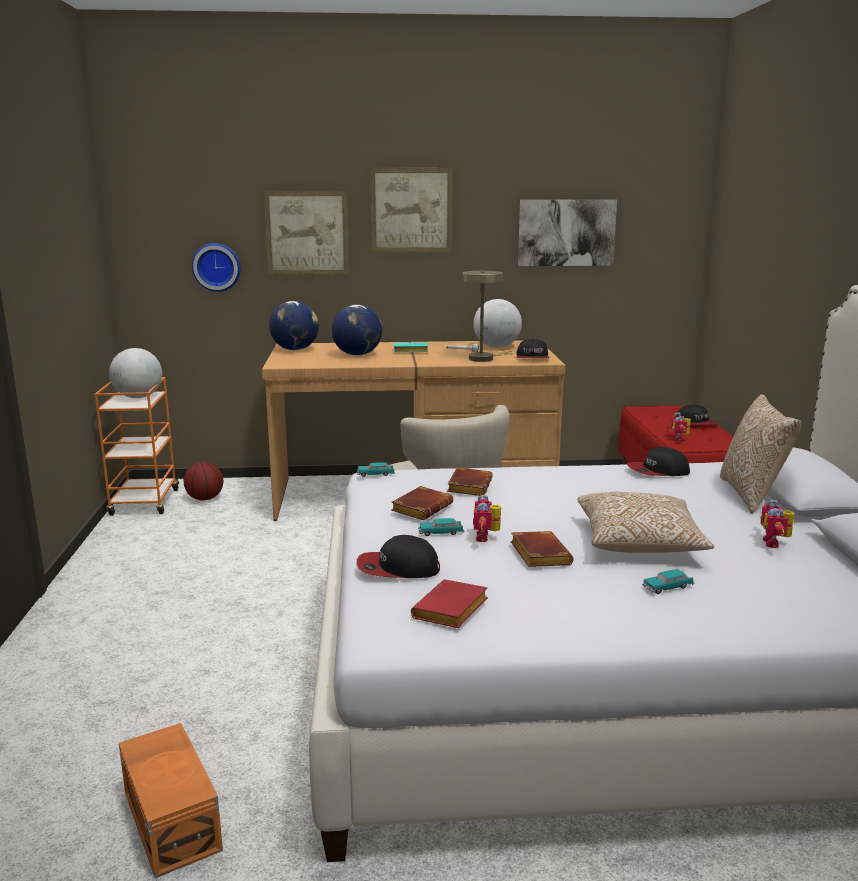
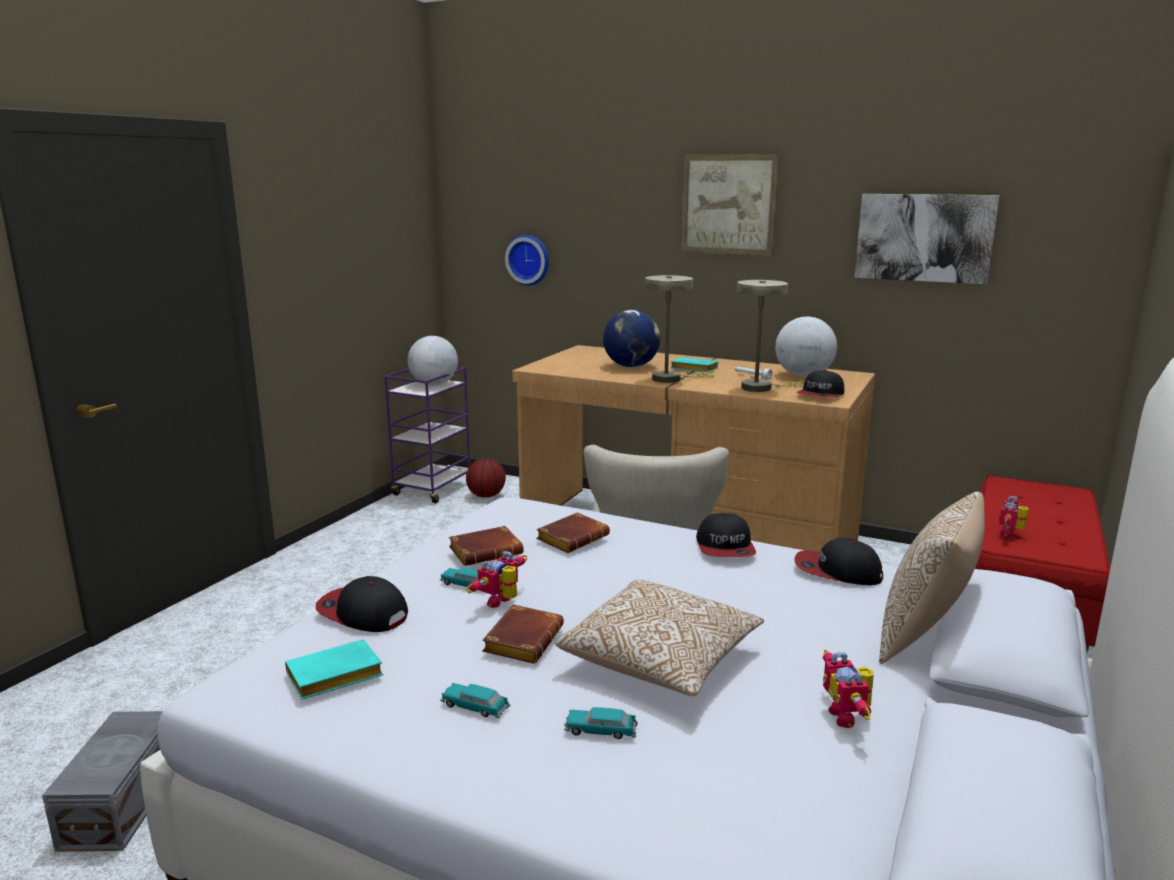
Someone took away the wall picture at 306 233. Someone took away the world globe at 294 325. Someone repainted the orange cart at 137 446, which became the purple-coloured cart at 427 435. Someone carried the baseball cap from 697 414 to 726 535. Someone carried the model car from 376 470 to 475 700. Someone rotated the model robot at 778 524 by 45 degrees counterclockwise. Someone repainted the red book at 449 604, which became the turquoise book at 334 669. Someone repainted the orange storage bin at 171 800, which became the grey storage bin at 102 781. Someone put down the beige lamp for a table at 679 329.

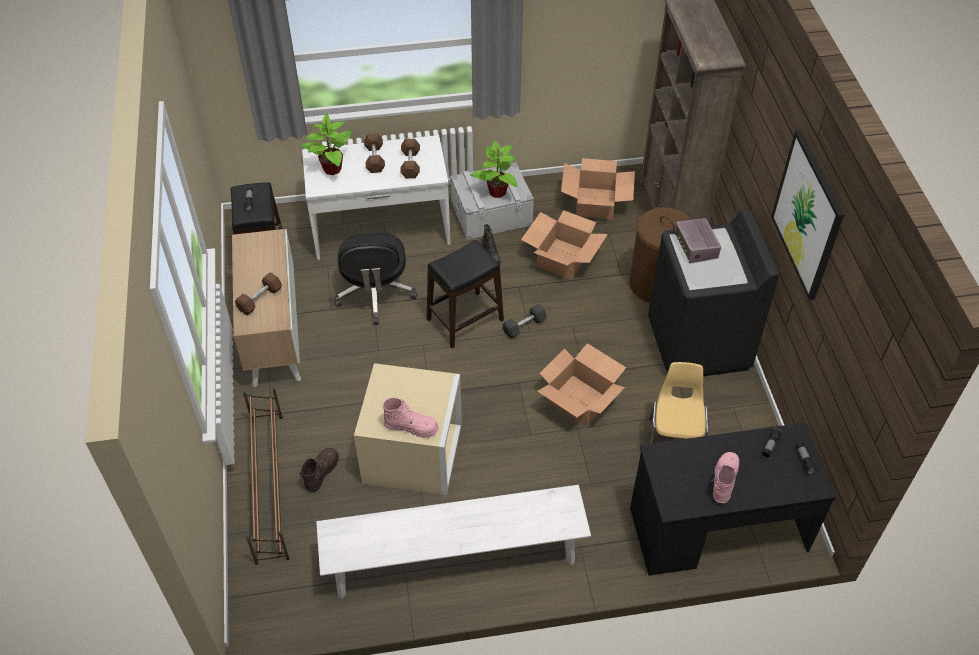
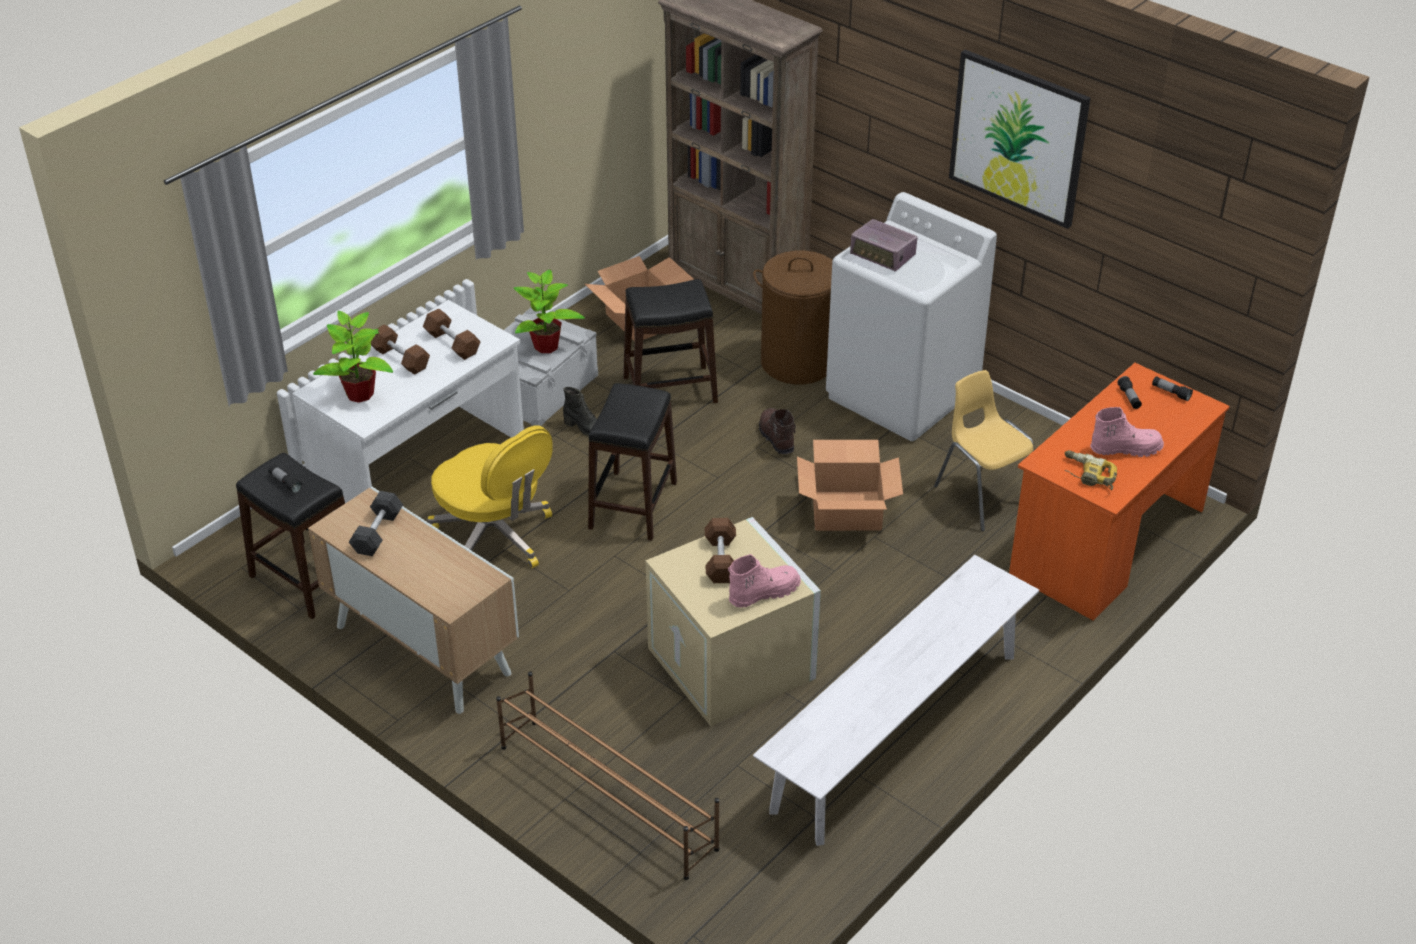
Someone repainted the blackish laundry appliance at 713 292, which became the white-coloured laundry appliance at 911 316. Someone swapped the packing box at 564 245 for the blackish stool seat at 670 341. Someone repainted the blackish computer chair at 375 279, which became the yellow-coloured computer chair at 490 496. Someone carried the brown-coloured dumbbell from 258 293 to 720 550. Someone carried the grey dumbbell from 524 321 to 376 523. Someone repainted the blackish desk unit at 733 499, which became the orange desk unit at 1119 492. Someone carried the brown-coloured high-top boot from 319 470 to 777 431. Someone rotated the pink-coloured high-top boot at 725 477 by 105 degrees clockwise. Someone put down the drill at 1091 470.

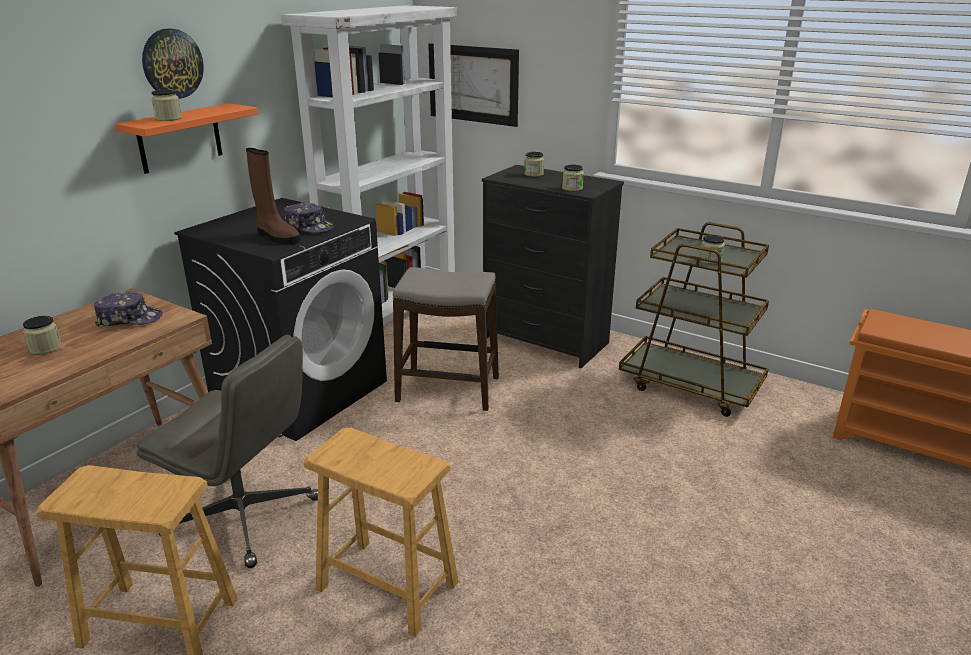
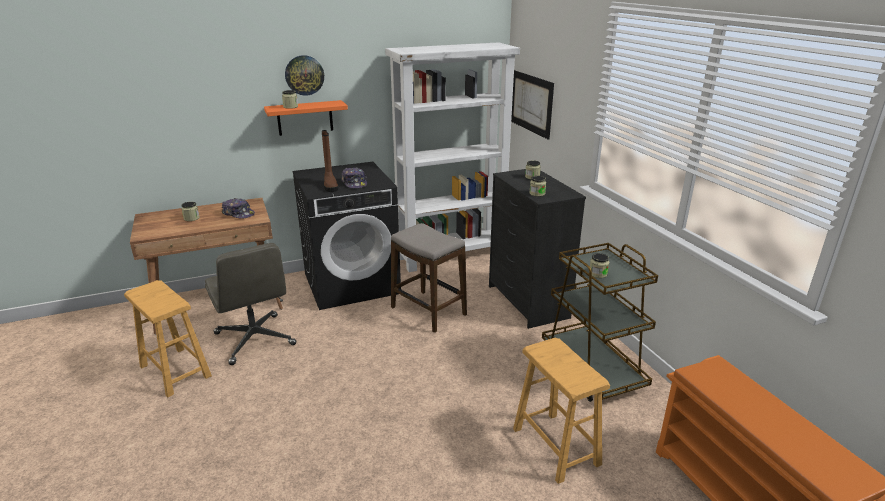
Someone carried the brown-coloured stool seat from 381 532 to 561 411.

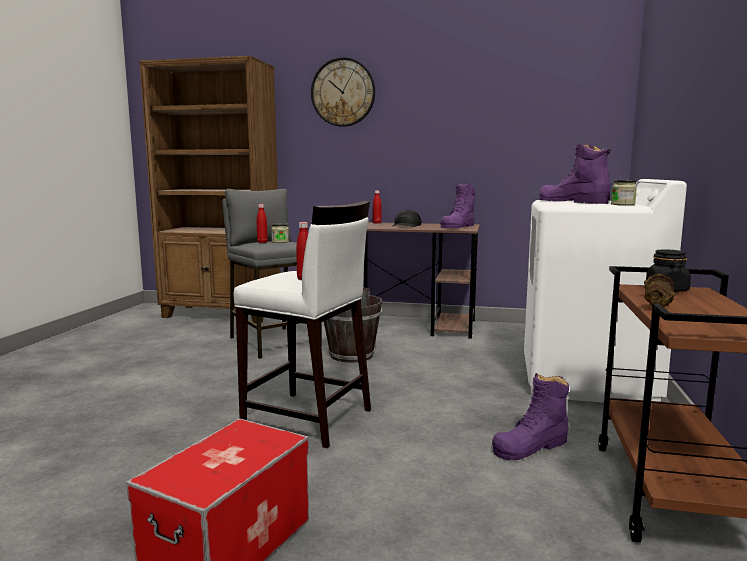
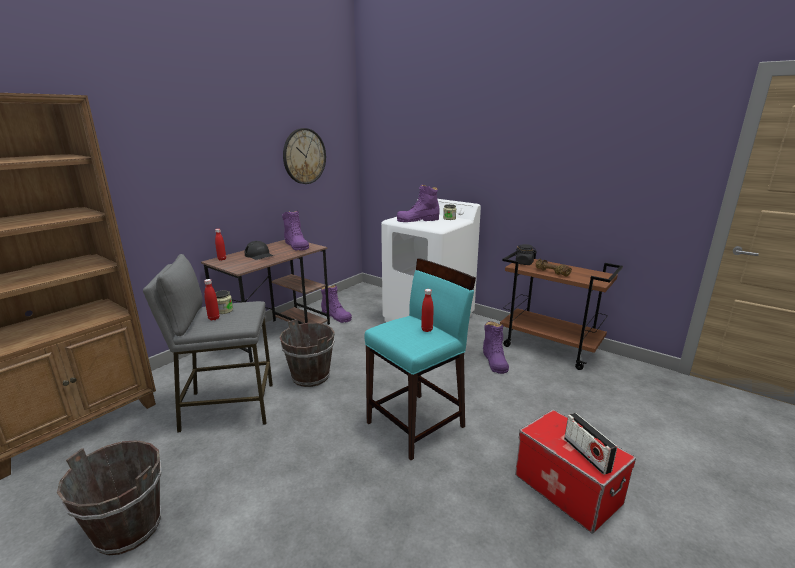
Someone carried the wall clock from 343 92 to 304 156. Someone repainted the white-coloured stool seat at 302 324, which became the turquoise stool seat at 420 359. Someone put down the purple-coloured high-top boot at 336 304. Someone put down the radio receiver at 590 444. Someone put down the brown-coloured bucket at 109 497.

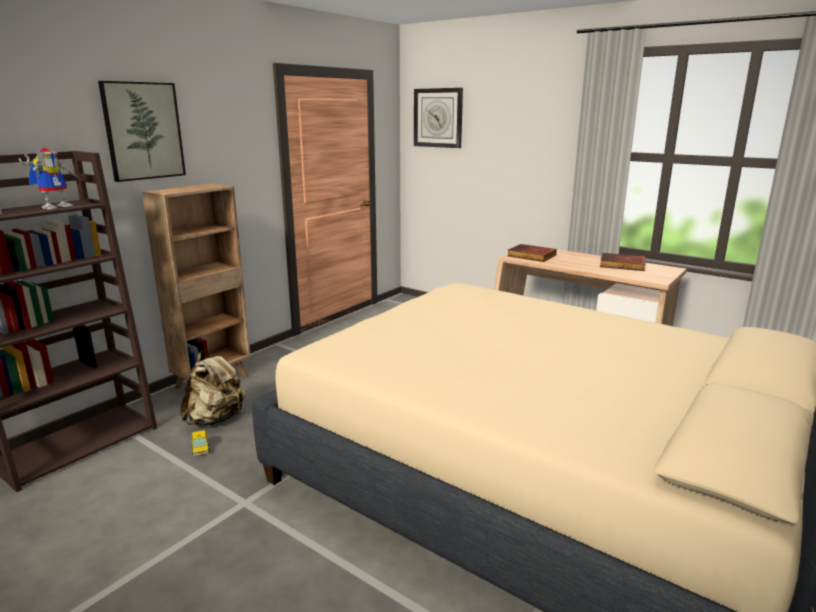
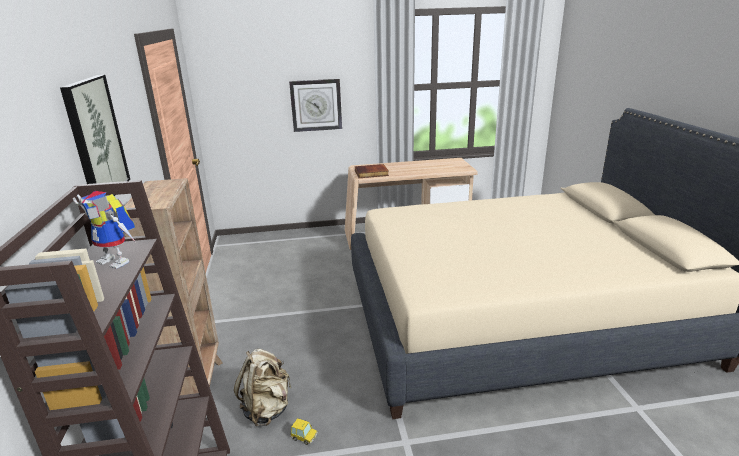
Someone carried the wall clock from 438 118 to 315 105. Someone rotated the model robot at 50 178 by 135 degrees clockwise. Someone took away the book at 623 262.

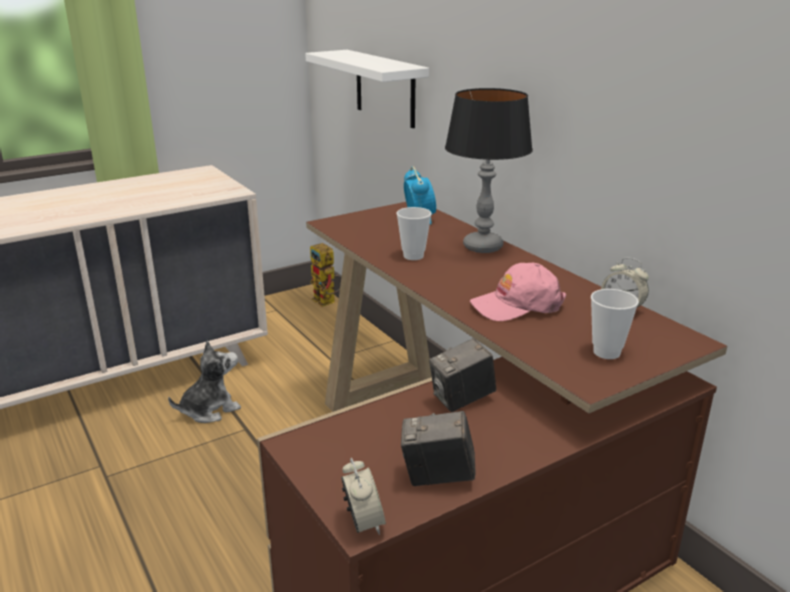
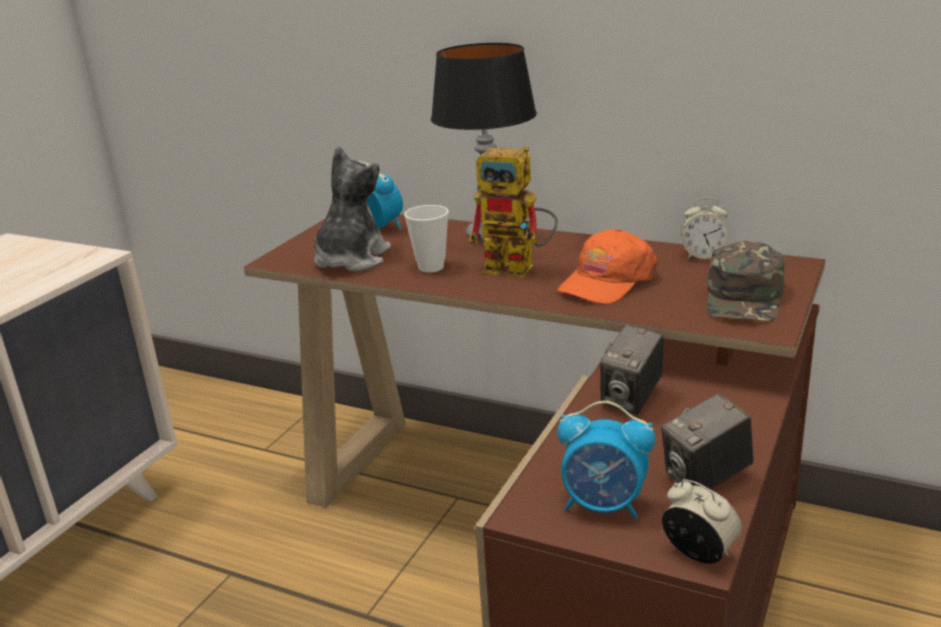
Someone took away the white-coloured wall shelf at 367 89. Someone carried the model robot from 326 275 to 513 212. Someone repainted the pink-coloured baseball cap at 518 291, which became the orange baseball cap at 607 266. Someone swapped the small cup at 615 324 for the green-coloured baseball cap at 745 281. Someone carried the soft toy from 204 381 to 352 209. Someone put down the table clock at 606 460.

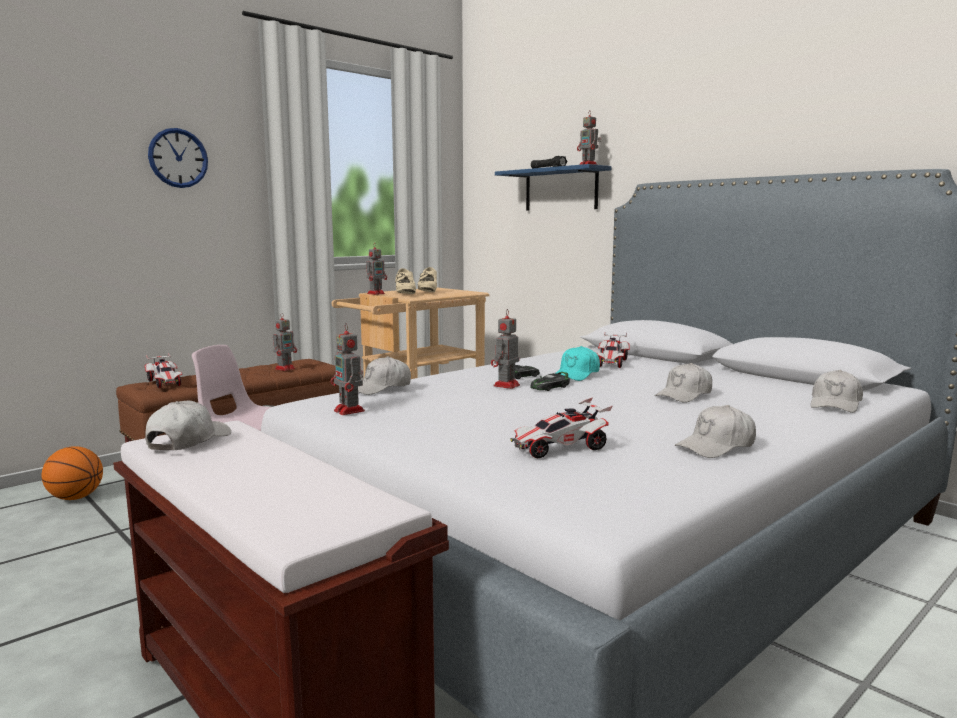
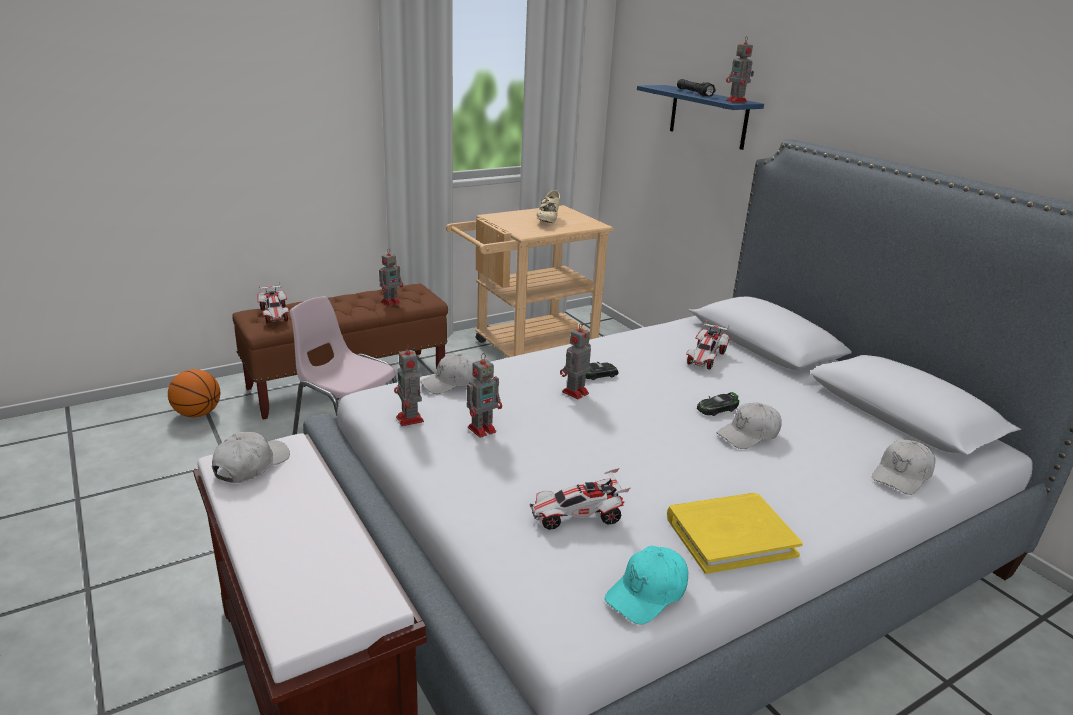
Someone took away the wall clock at 178 158. Someone carried the model robot from 376 269 to 484 395. Someone took away the beige item of footwear at 405 281. Someone carried the turquoise baseball cap from 578 363 to 646 585. Someone carried the model car from 550 381 to 718 404. Someone swapped the white-coloured baseball cap at 715 431 for the yellow-coloured book at 735 533.

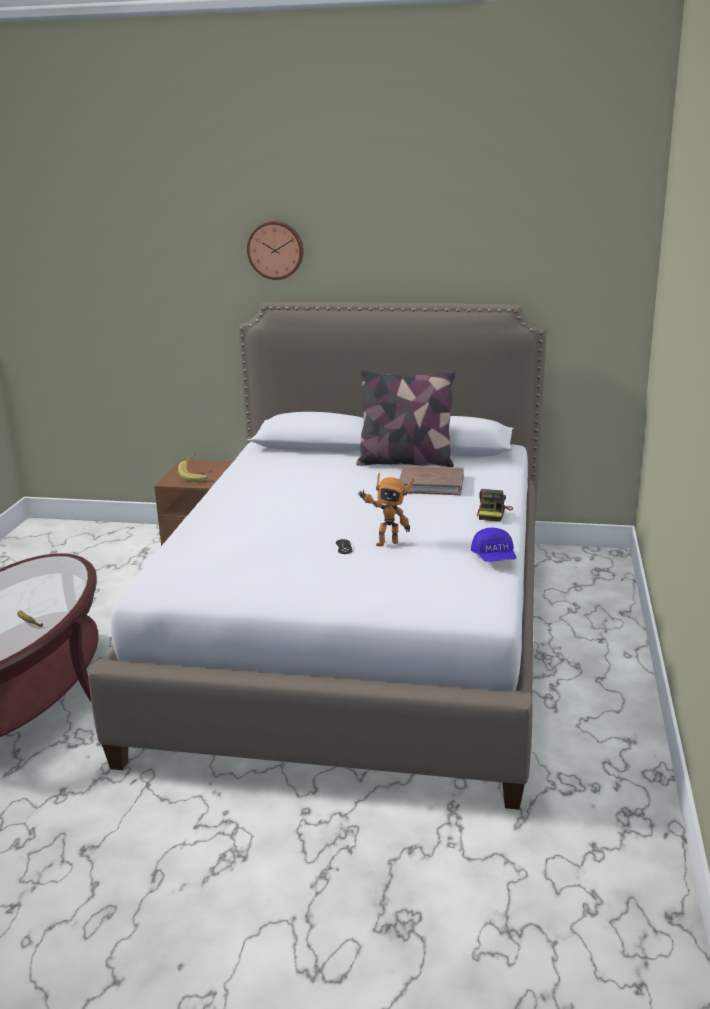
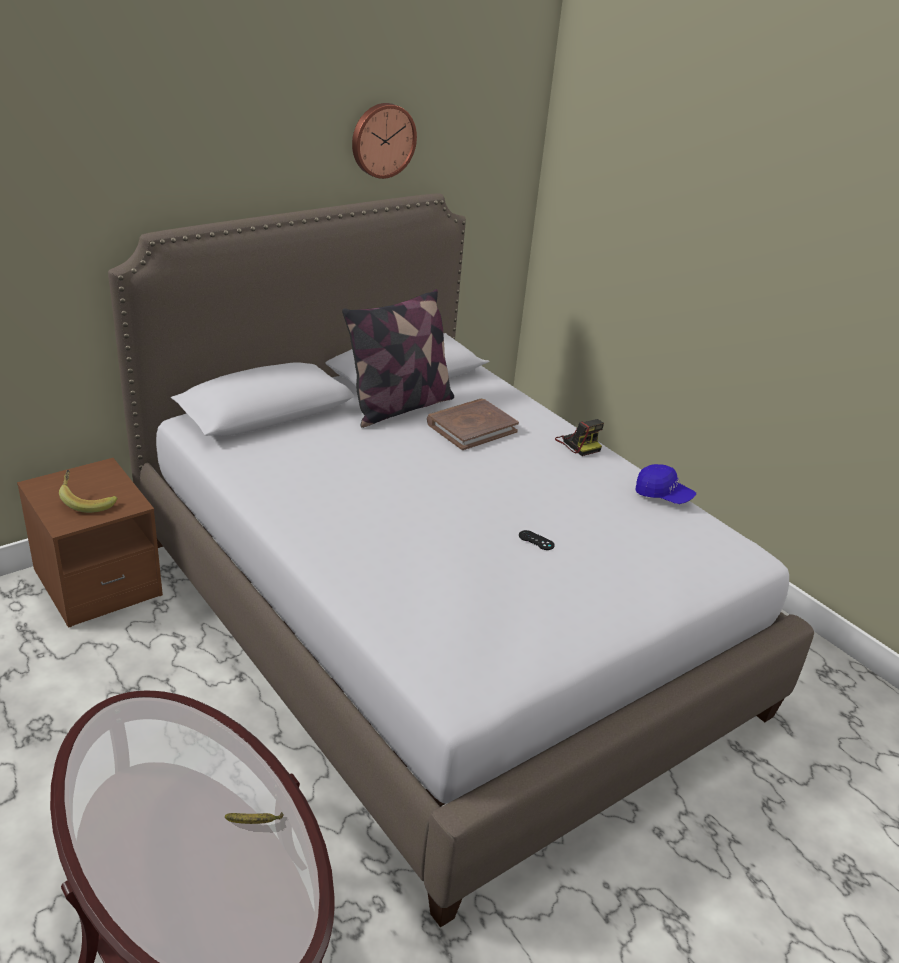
Someone carried the wall clock from 275 250 to 384 141. Someone took away the model robot at 386 509.

